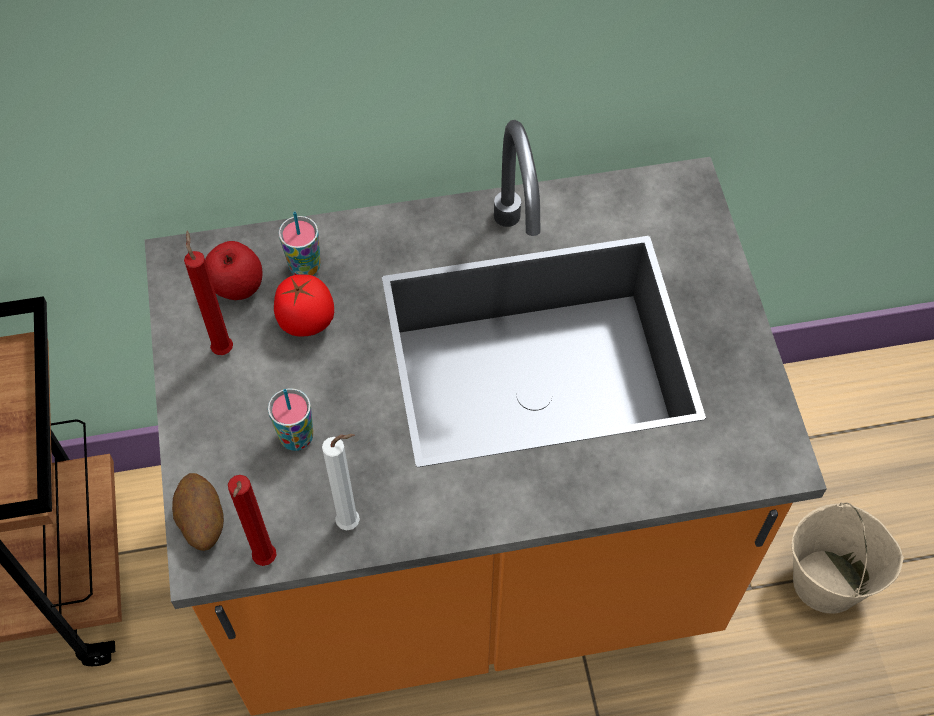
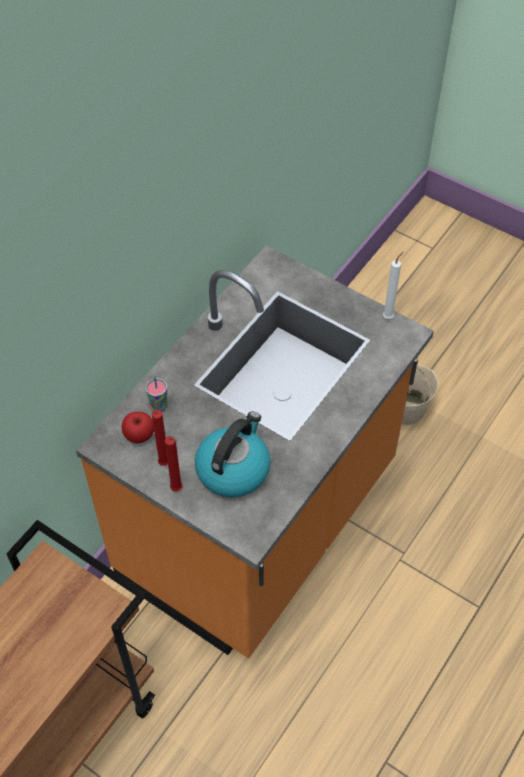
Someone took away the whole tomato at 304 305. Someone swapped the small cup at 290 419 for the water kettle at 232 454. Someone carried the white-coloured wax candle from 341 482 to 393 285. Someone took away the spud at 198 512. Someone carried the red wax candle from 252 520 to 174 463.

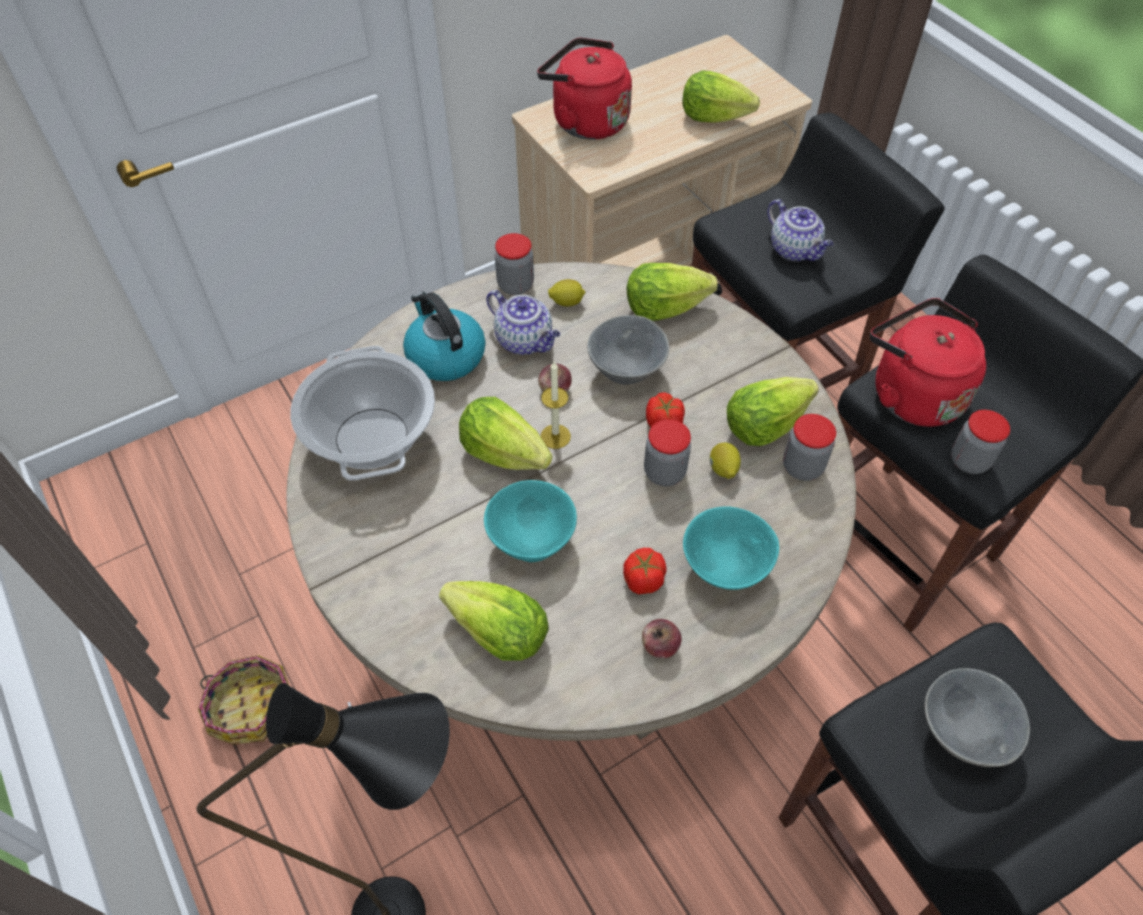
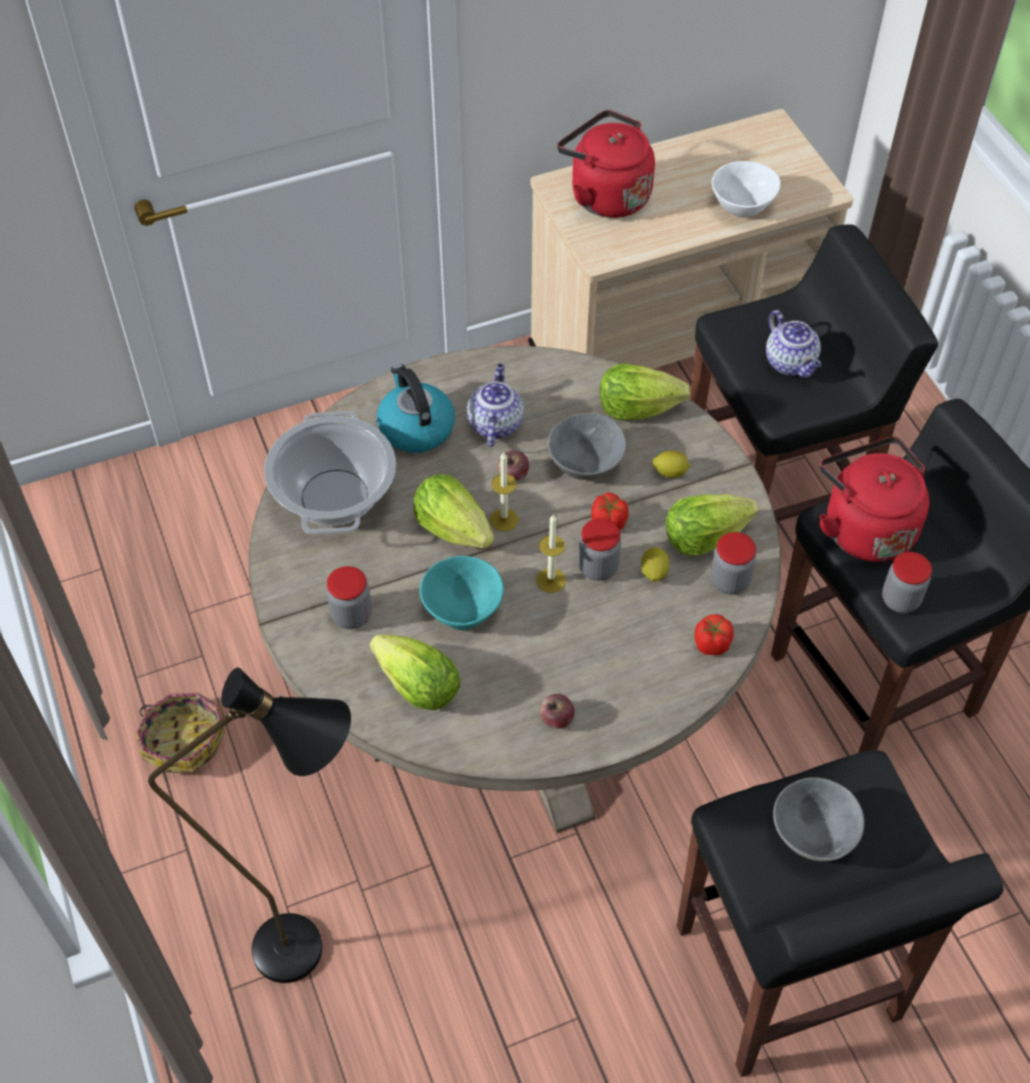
Someone swapped the lettuce at 721 97 for the white-coloured bowl at 746 189. Someone carried the preserve jar from 514 264 to 349 597. Someone carried the whole lemon from 566 293 to 671 464. Someone rotated the pot for tea at 523 322 by 135 degrees counterclockwise. Someone took away the turquoise bowl at 731 548. Someone carried the whole tomato from 645 571 to 714 634. Someone put down the wax candle at 551 553.

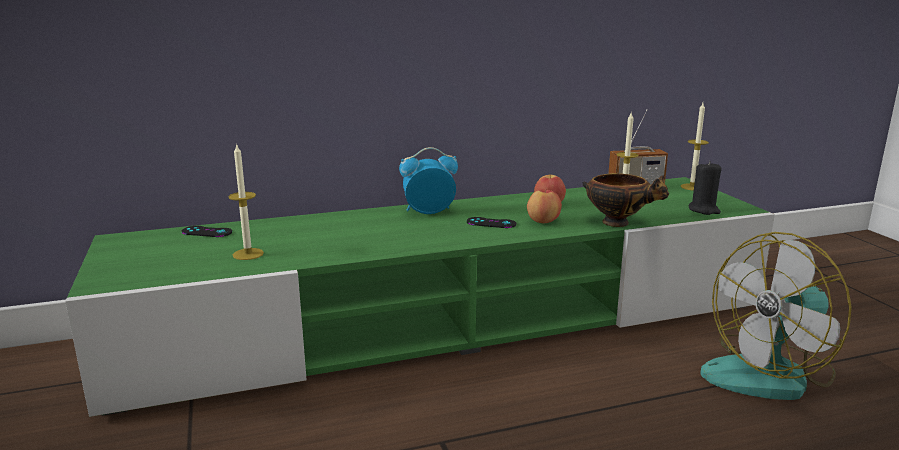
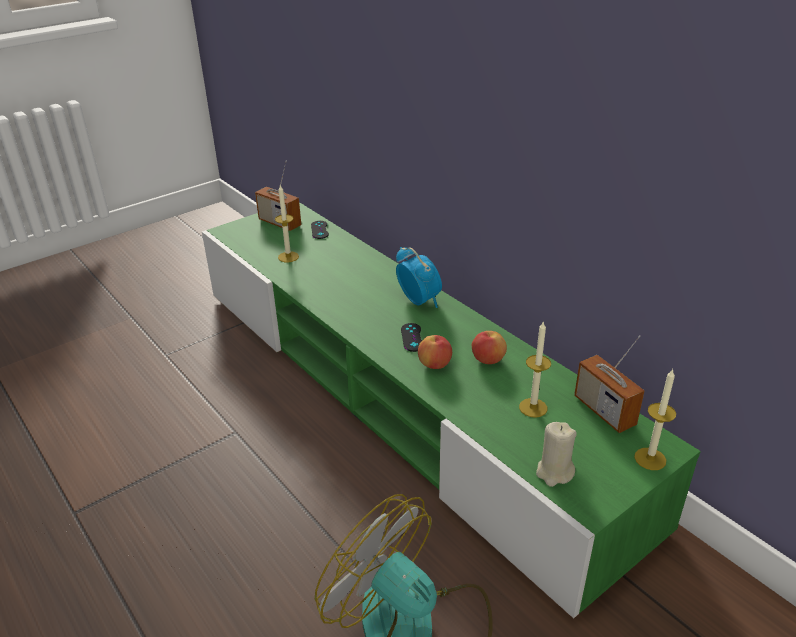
Someone repainted the blackish wax candle at 705 188, which became the beige wax candle at 556 454. Someone took away the bowl at 626 200. Someone put down the radio receiver at 278 196.

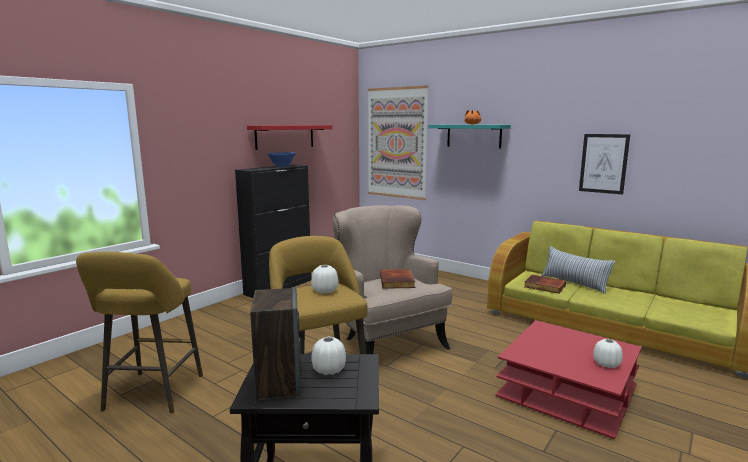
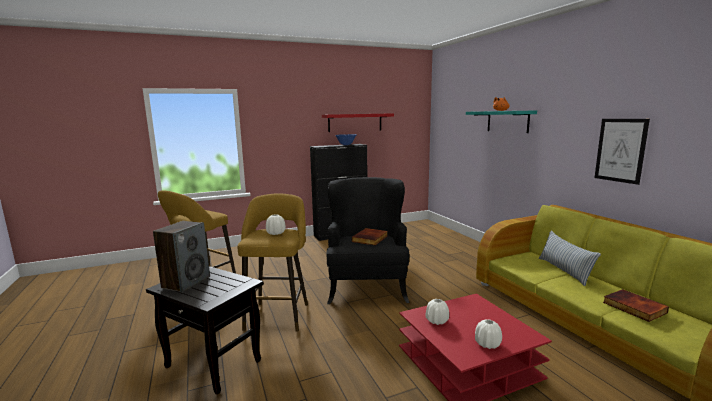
Someone took away the wall picture at 398 142. Someone repainted the beige armchair at 392 279, which became the blackish armchair at 368 240. Someone carried the book from 545 284 to 636 305. Someone carried the white-coloured flower vase from 328 355 to 437 312.

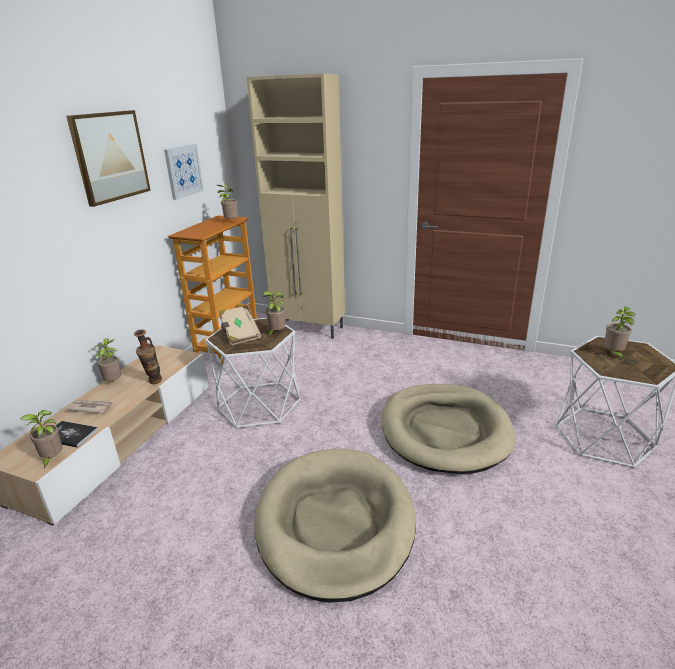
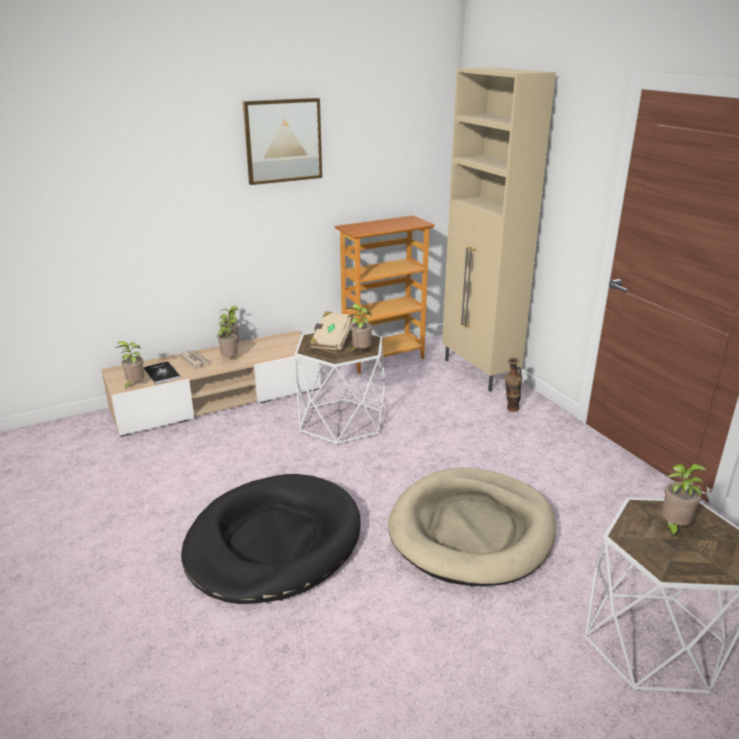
Someone took away the wall picture at 184 172. Someone carried the potted plant from 227 202 to 227 336. Someone carried the flower vase from 148 356 to 513 385. Someone repainted the beige dog bed at 335 525, which became the blackish dog bed at 271 539.

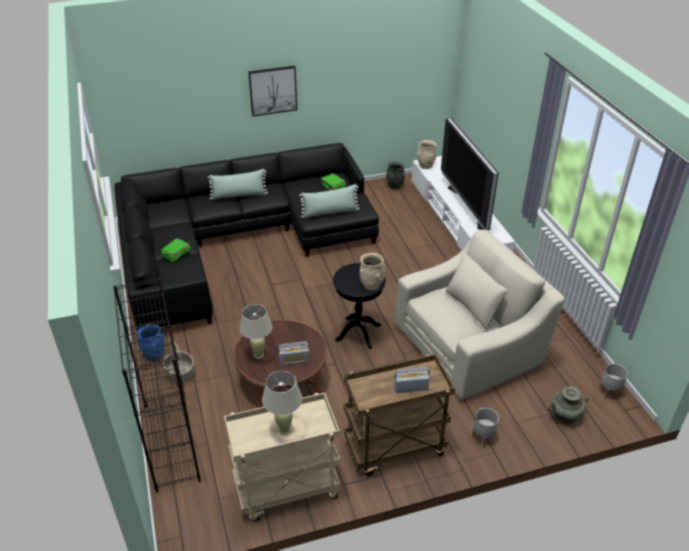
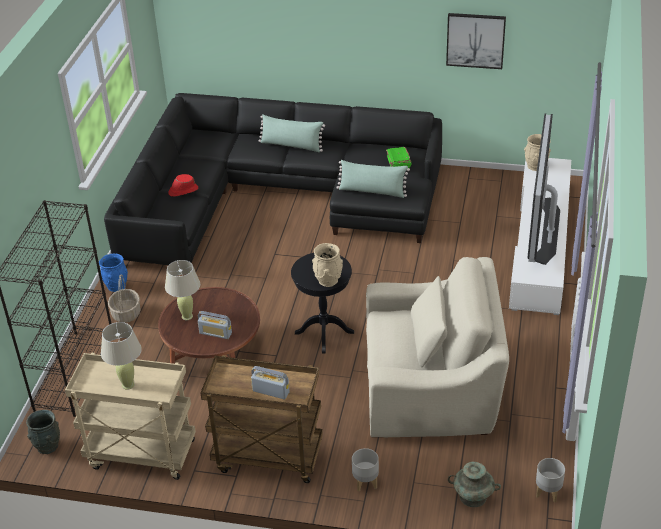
Someone carried the wall picture from 272 91 to 476 41. Someone carried the grey flower vase from 395 175 to 43 432. Someone swapped the green-coloured book at 175 250 for the red wearable hat at 183 185.

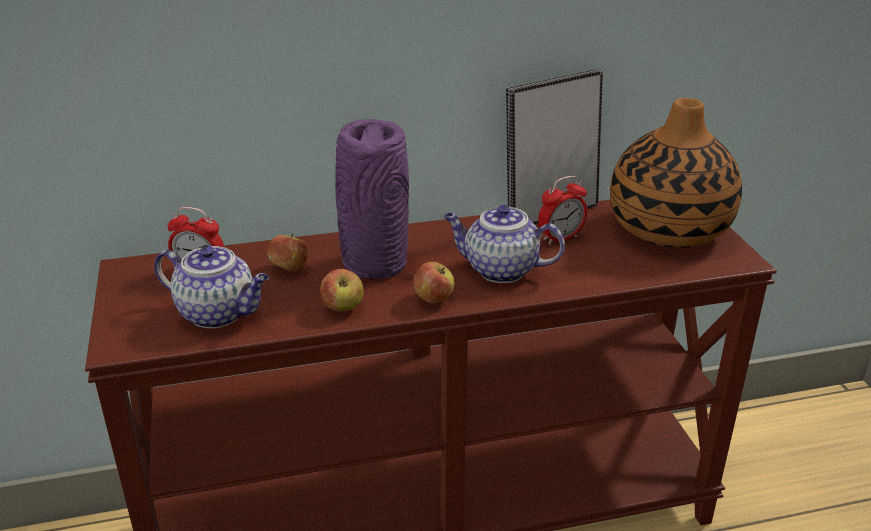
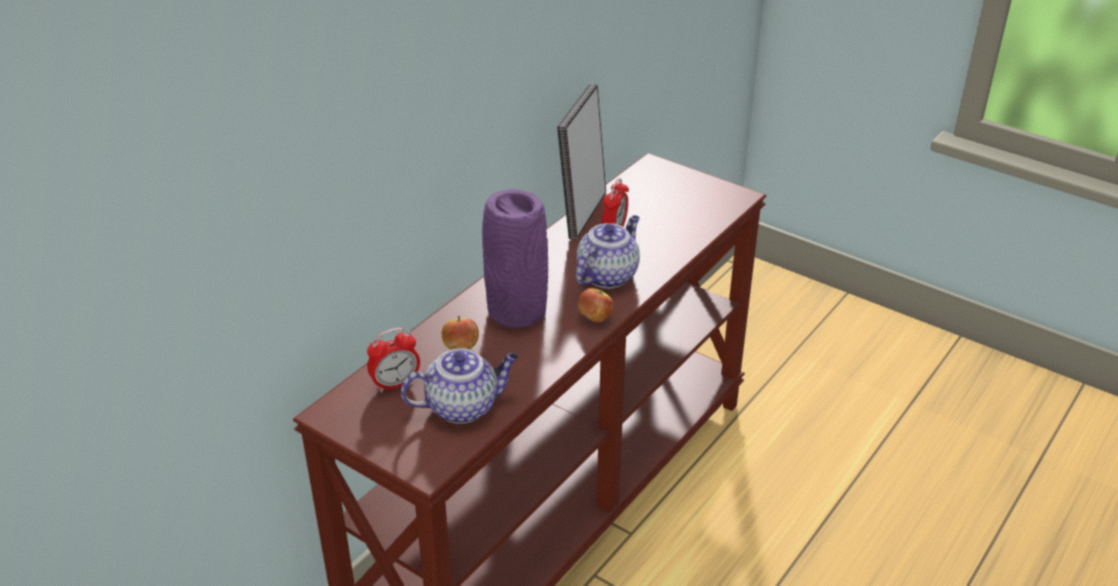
Someone took away the flower vase at 676 173. Someone rotated the pot for tea at 504 244 by 150 degrees clockwise. Someone took away the apple fruit at 342 290.

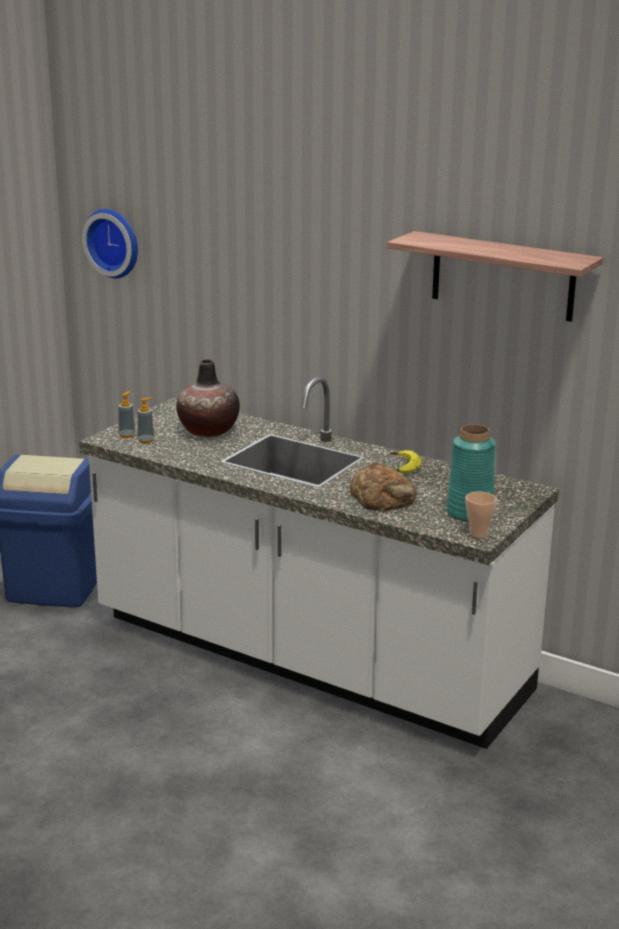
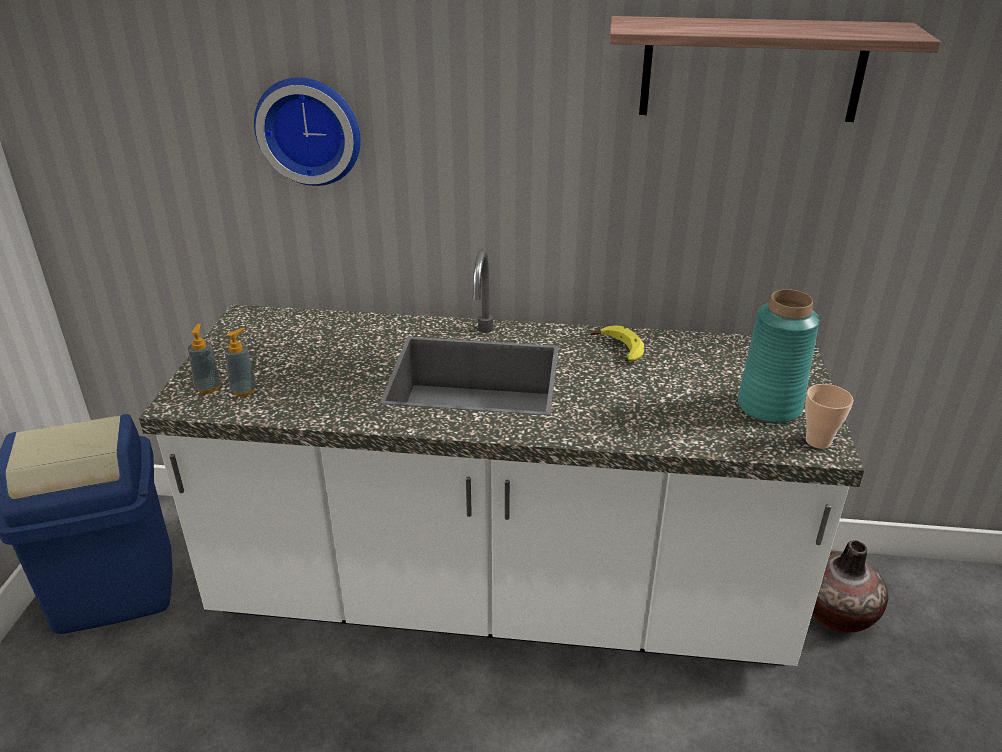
Someone carried the wall clock from 110 244 to 307 131. Someone carried the flower vase from 208 398 to 850 586. Someone took away the bread at 383 487.

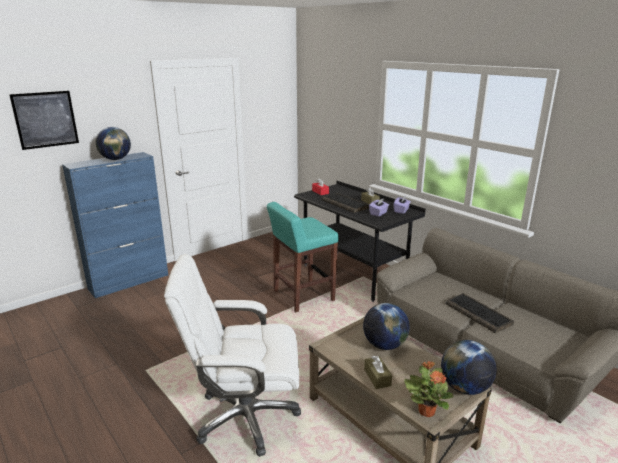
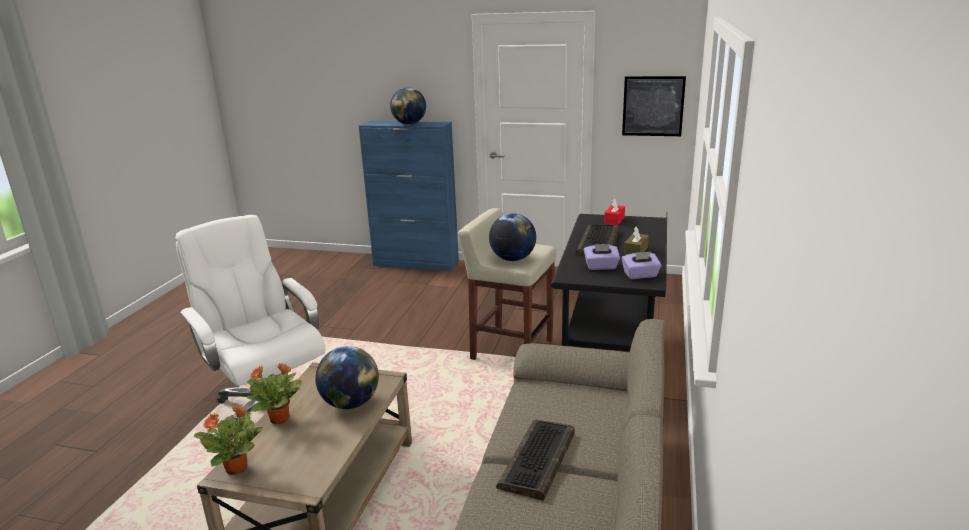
Someone carried the wall picture from 44 120 to 654 106. Someone repainted the turquoise stool seat at 303 257, which became the beige stool seat at 507 284. Someone carried the world globe from 468 367 to 512 237. Someone swapped the brown-coloured tissue box at 378 372 for the potted plant at 274 393.

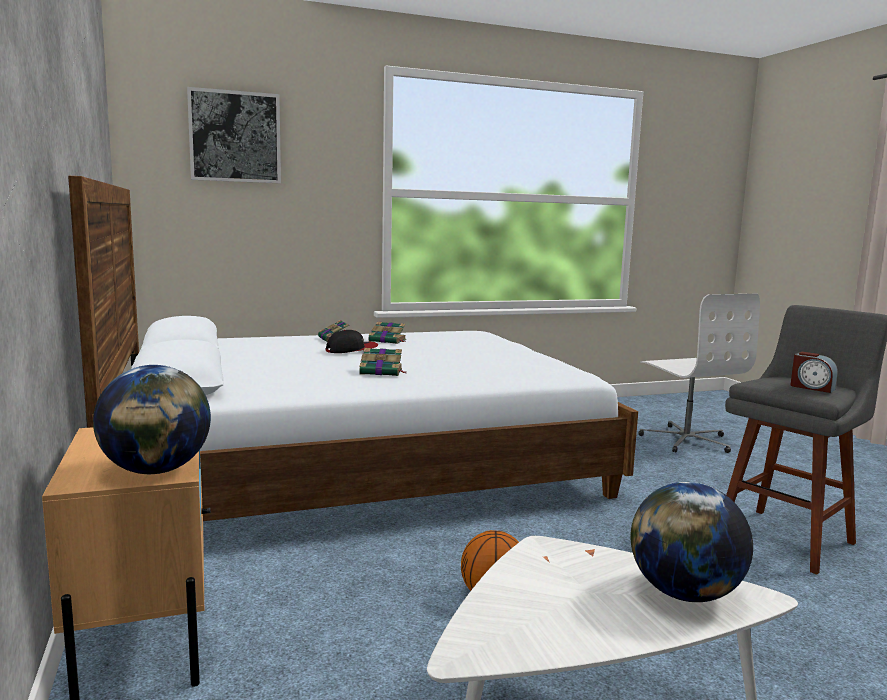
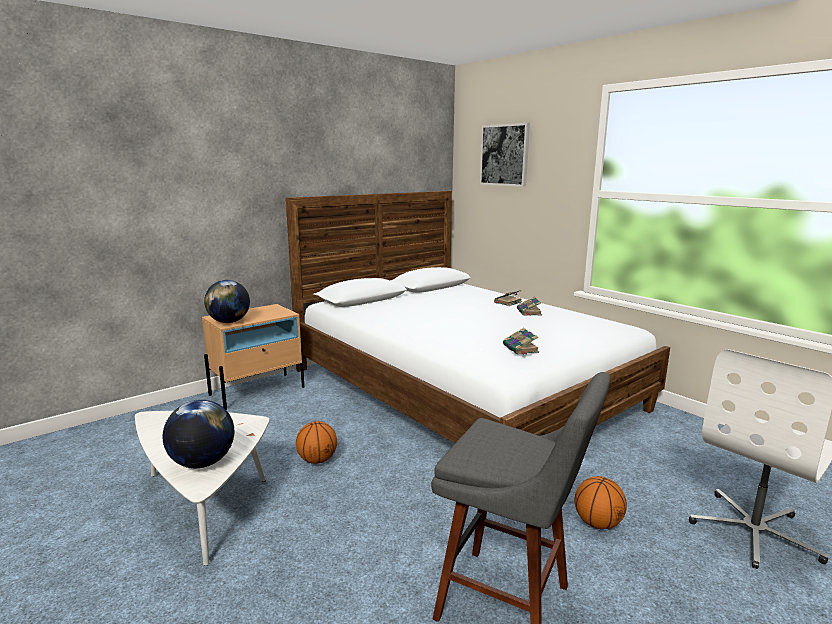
Someone took away the baseball cap at 351 341. Someone carried the book from 382 362 to 521 341. Someone took away the table clock at 814 372. Someone put down the basketball at 601 502.

